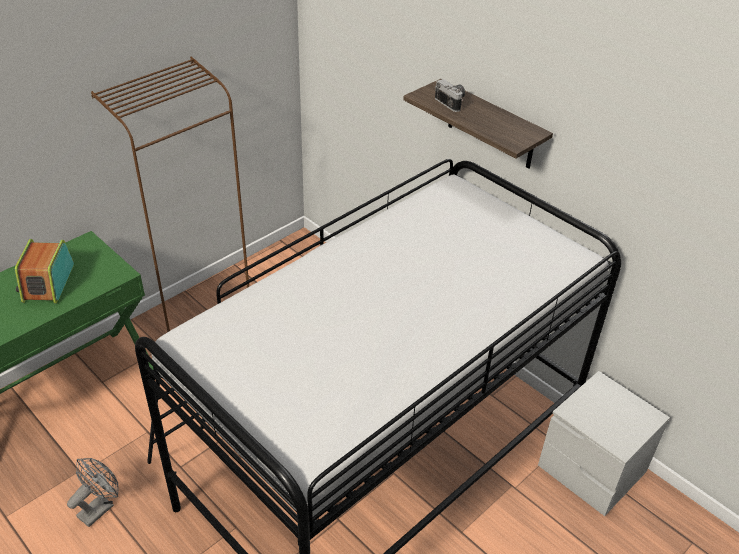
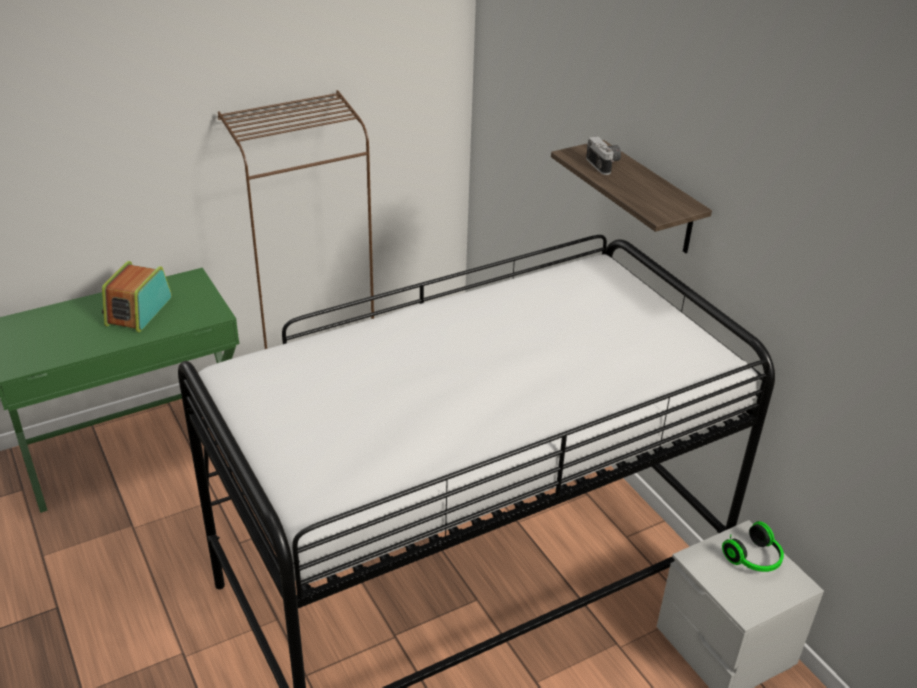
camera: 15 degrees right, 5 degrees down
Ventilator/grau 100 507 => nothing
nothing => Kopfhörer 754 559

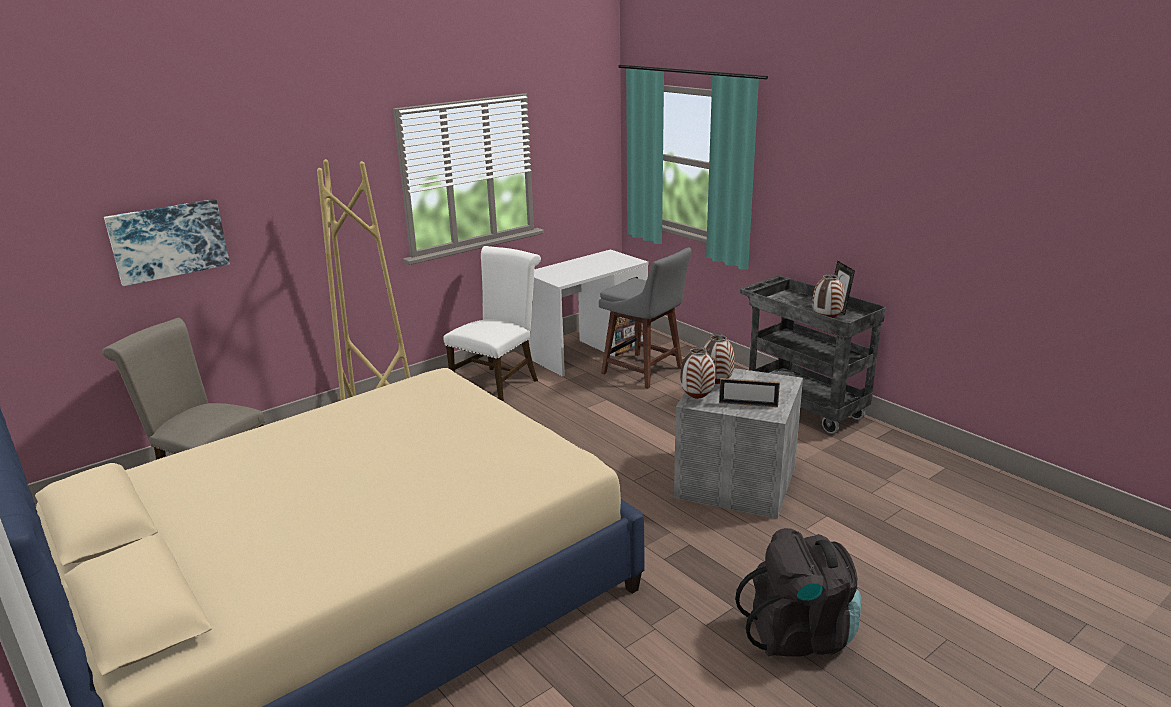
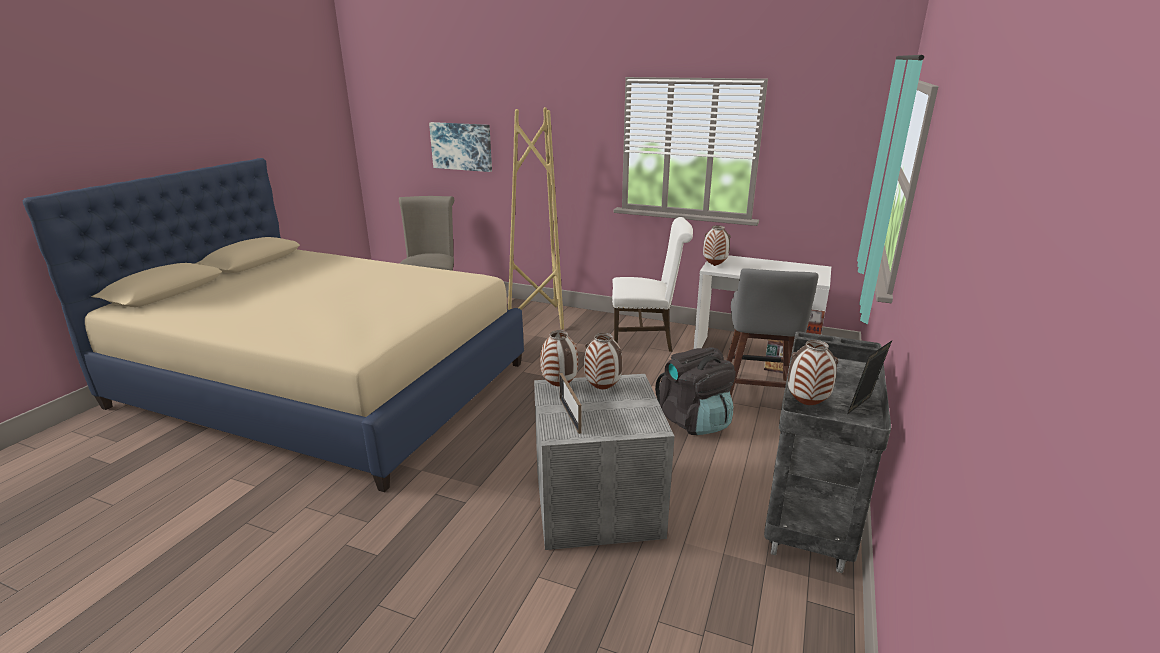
camera: 60 degrees right, 0 degrees up
Rucksack/schwarz 800 634 => Rucksack/schwarz 694 421, shifted
nothing => Vase 714 266

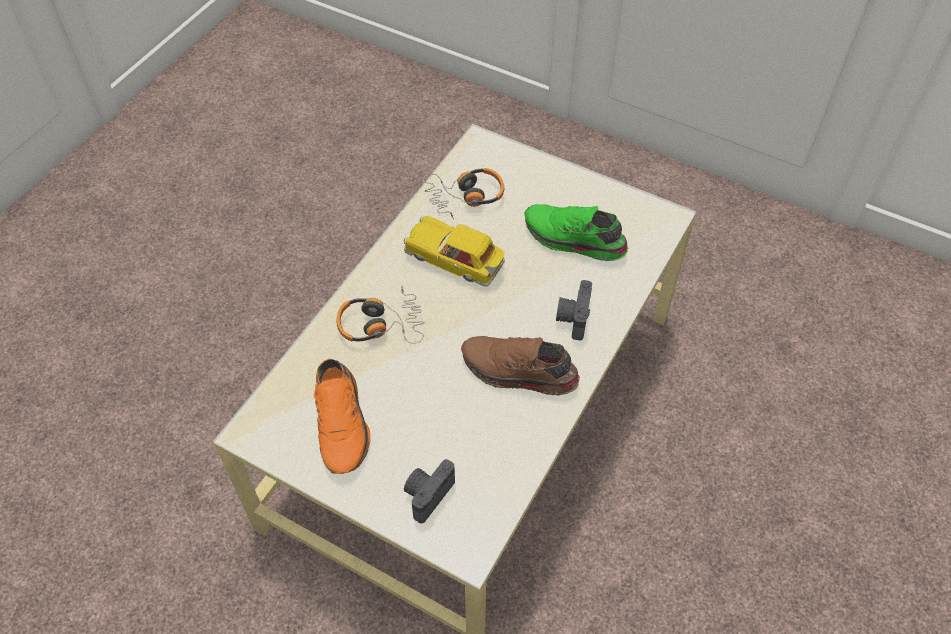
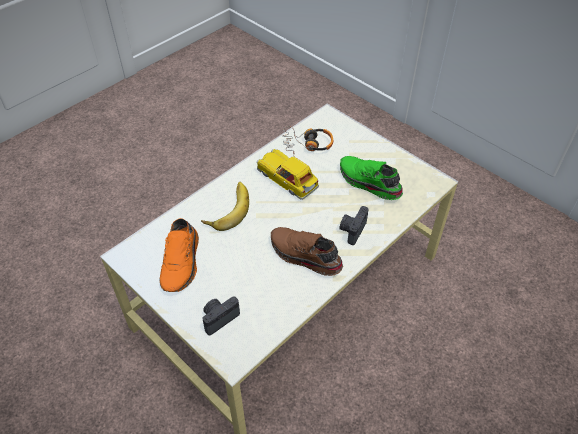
camera: 15 degrees right, 5 degrees down
Kopfhörer 381 324 => Banane 227 209

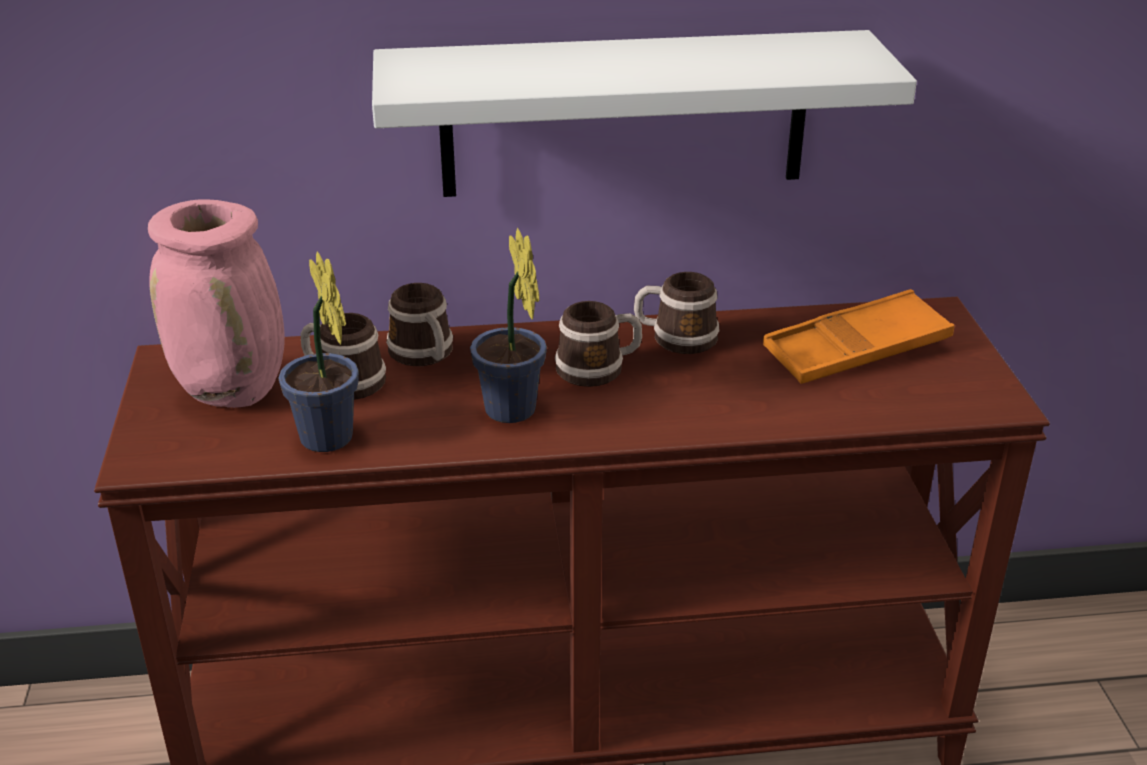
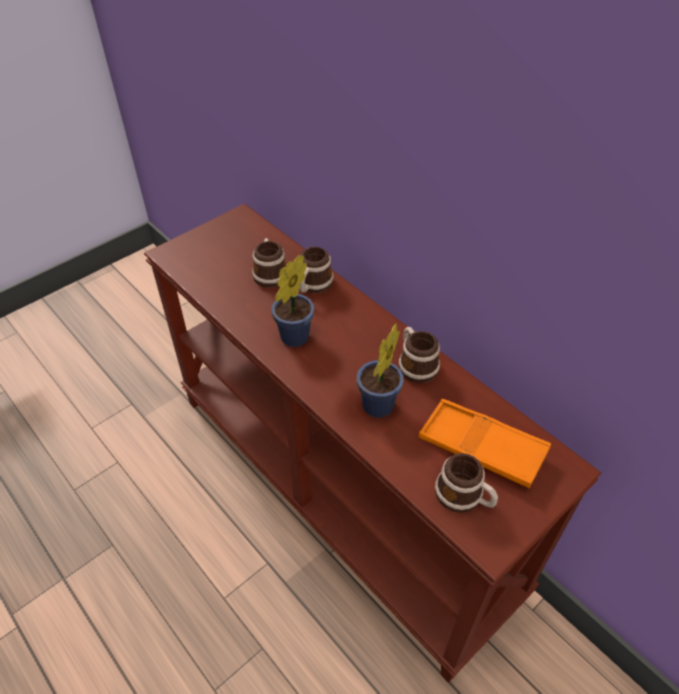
camera: 55 degrees right, 15 degrees up
Wandregal/weiß 624 114 => nothing
Vase/rosa 235 392 => nothing
Topfpflanze 329 442 => Topfpflanze 376 409, shifted
Henkelbecher 599 368 => Henkelbecher 464 497, shifted

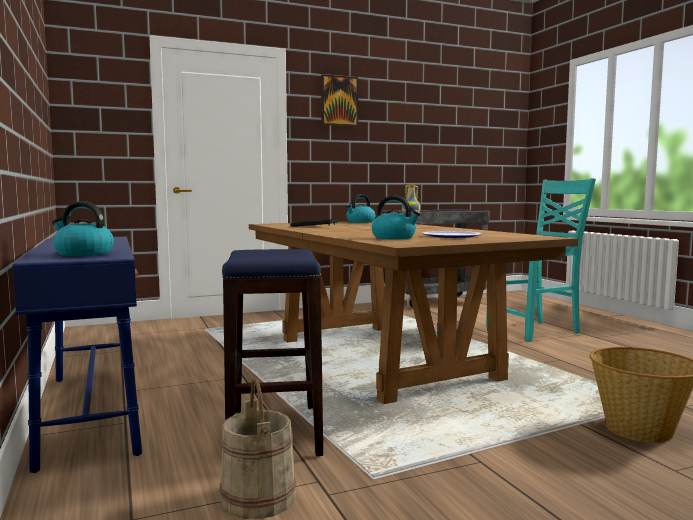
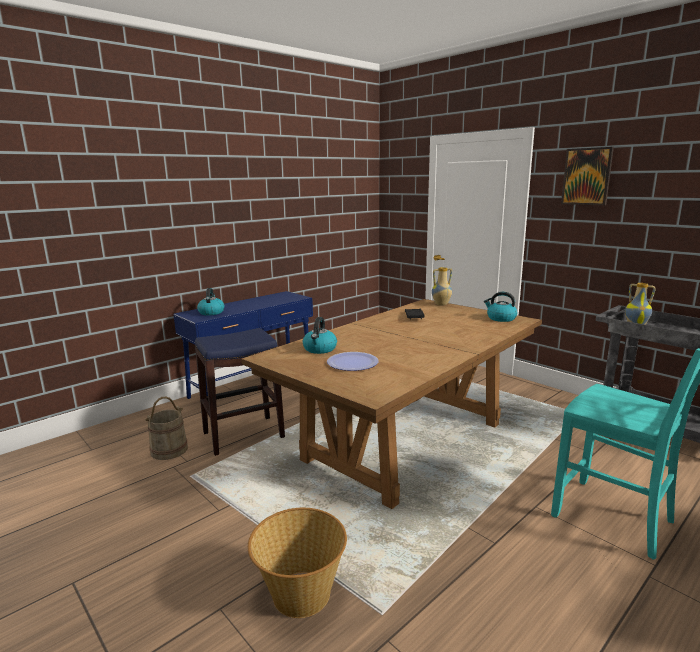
camera: 70 degrees right, 10 degrees up
nothing => Vase 441 304

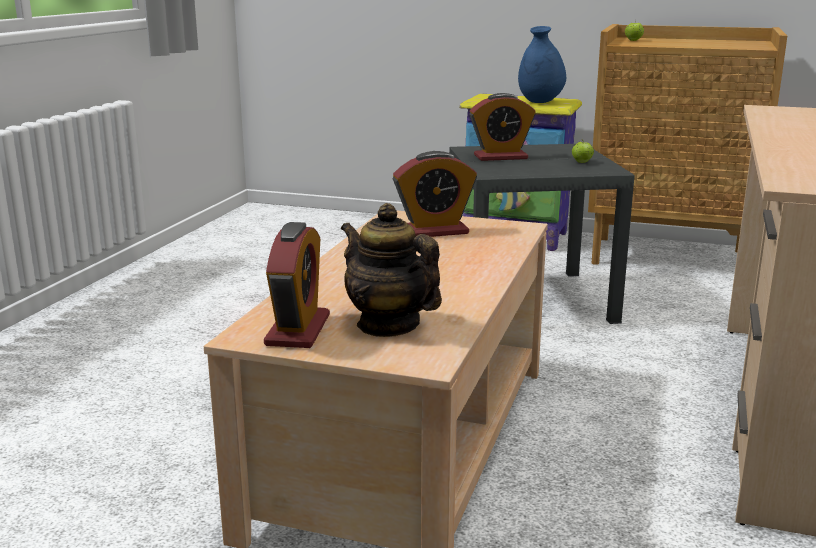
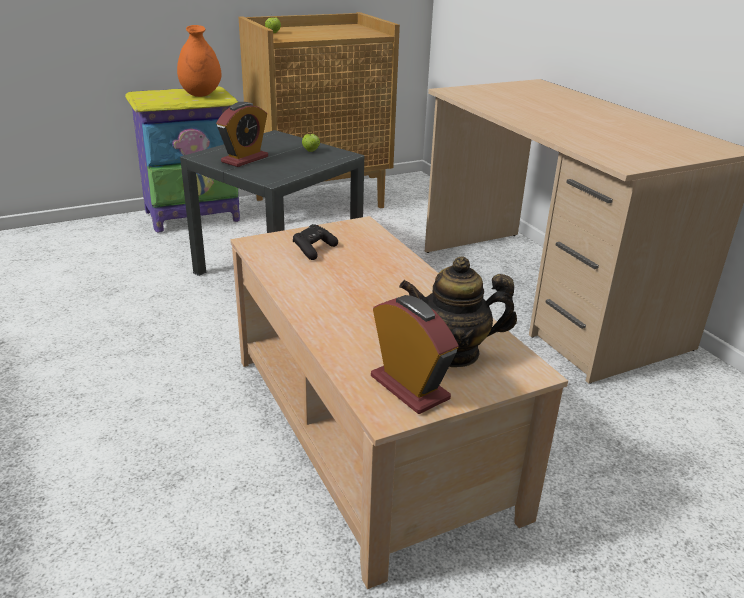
camera: 45 degrees left, 10 degrees up
Vase/blau 540 102 => Vase/orange 201 95
Wecker 434 231 => Gamepad/schwarz 314 250

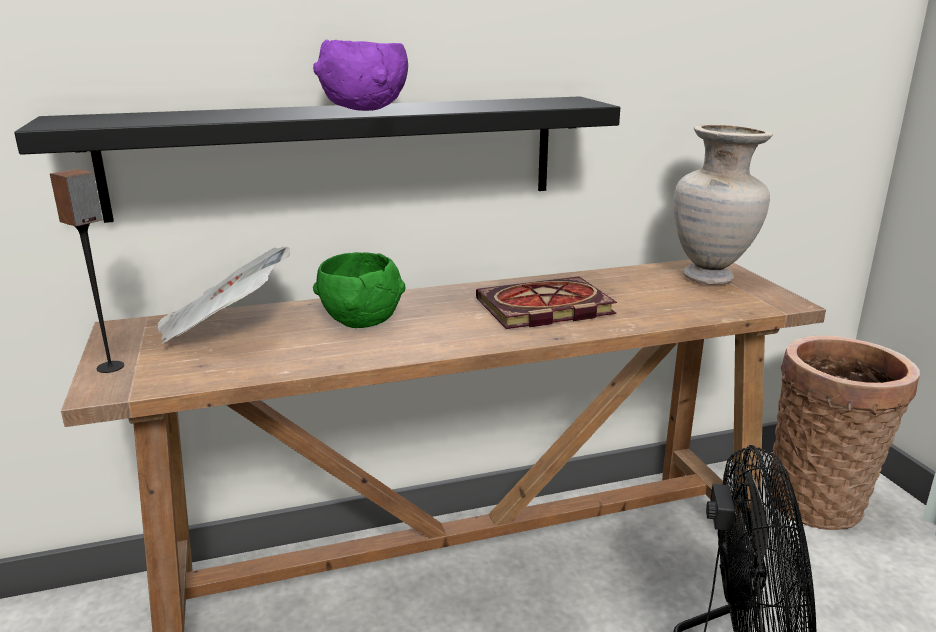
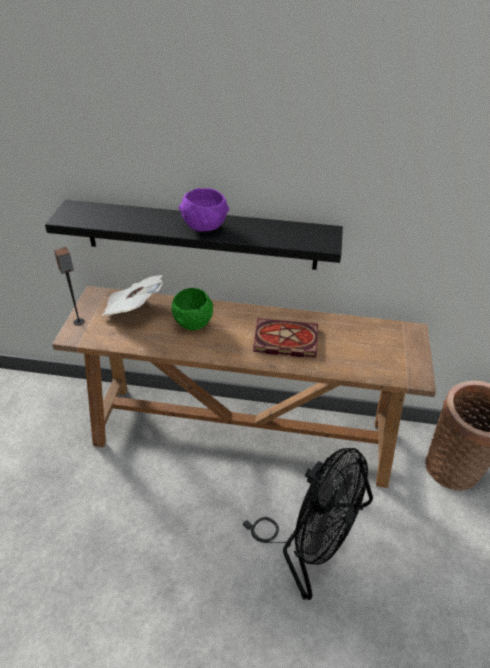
camera: 25 degrees right, 20 degrees up
Vase/beige 710 278 => nothing

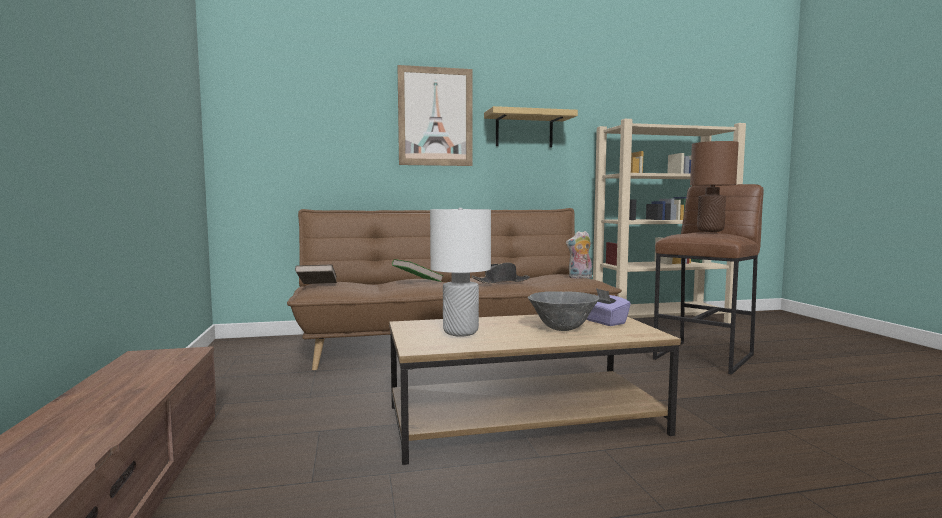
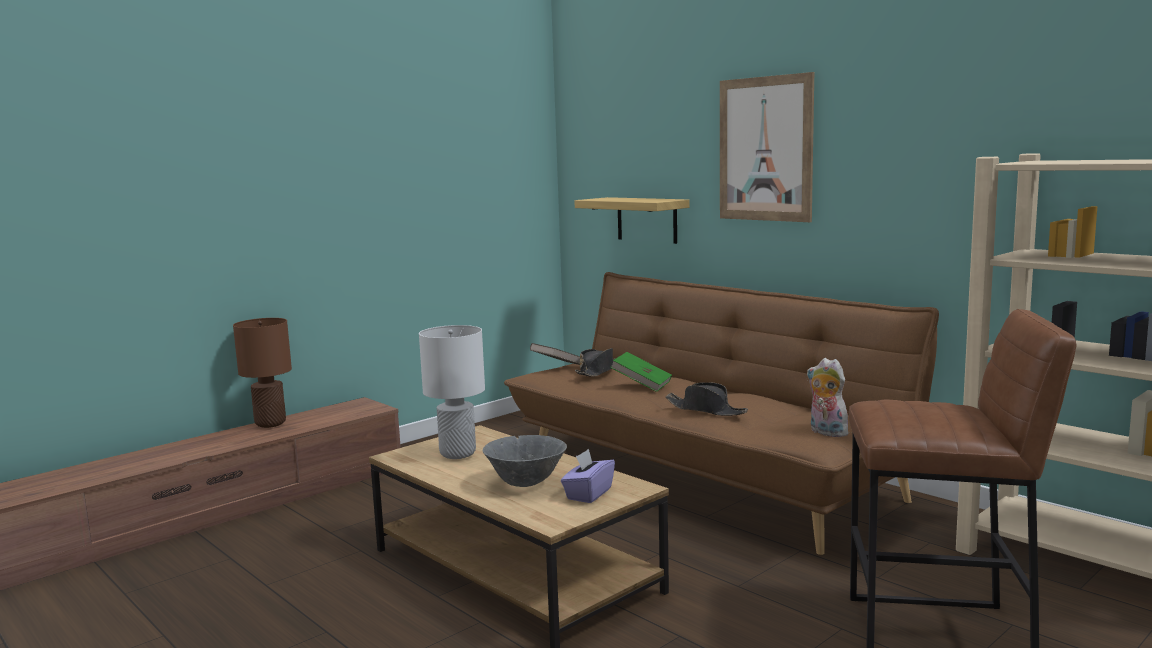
camera: 60 degrees right, 5 degrees up
Wandregal 524 130 => Wandregal 647 219, shifted
Tischlampe/braun 710 232 => Tischlampe/braun 270 425, shifted
nothing => Hut/schwarz 597 371

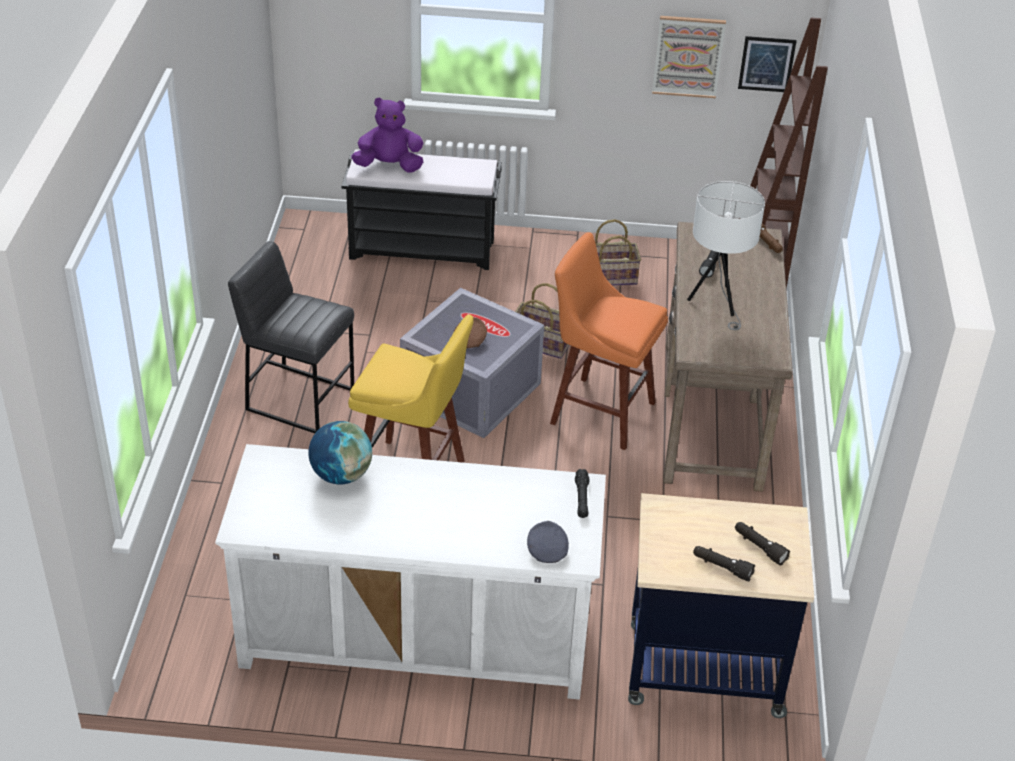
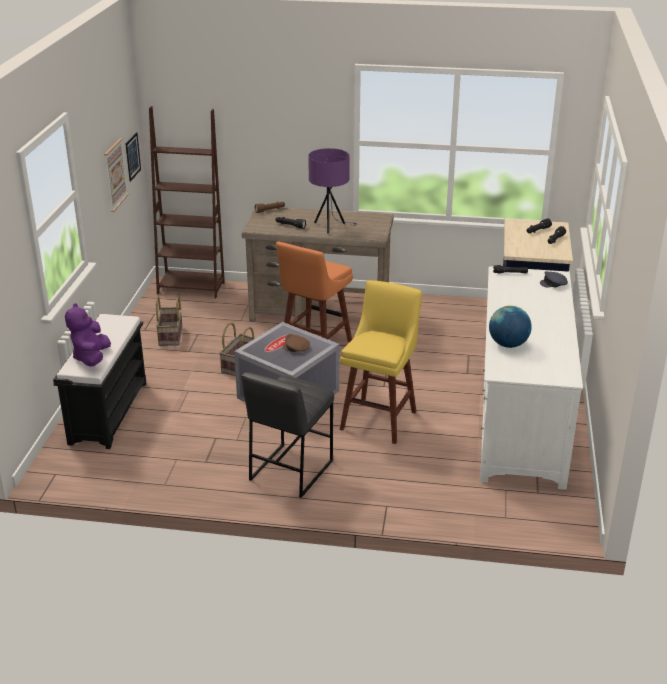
camera: 85 degrees left, 10 degrees down
Tischlampe/weiß 717 303 => Tischlampe/lila 331 227

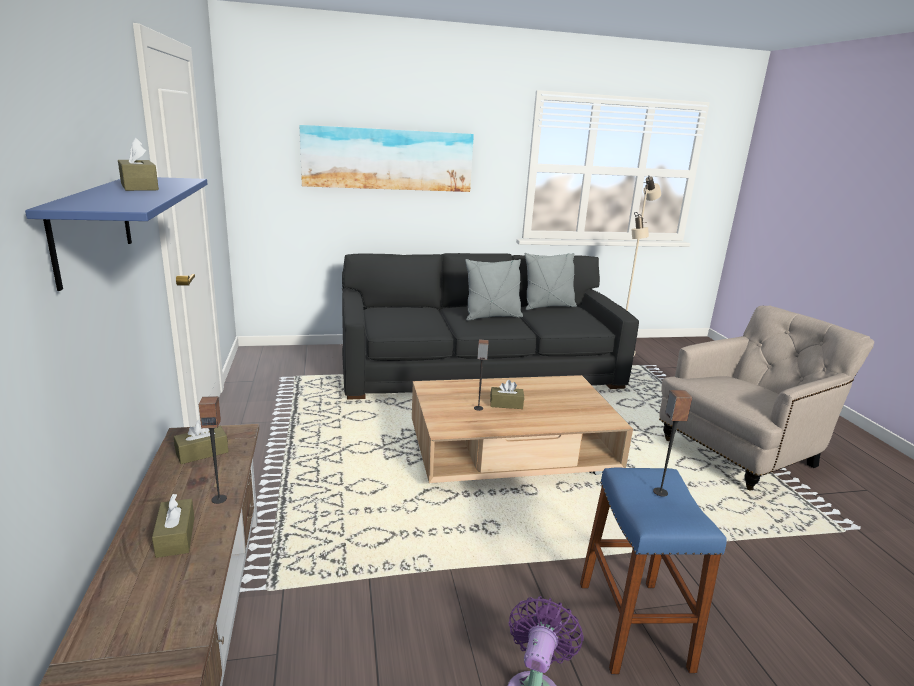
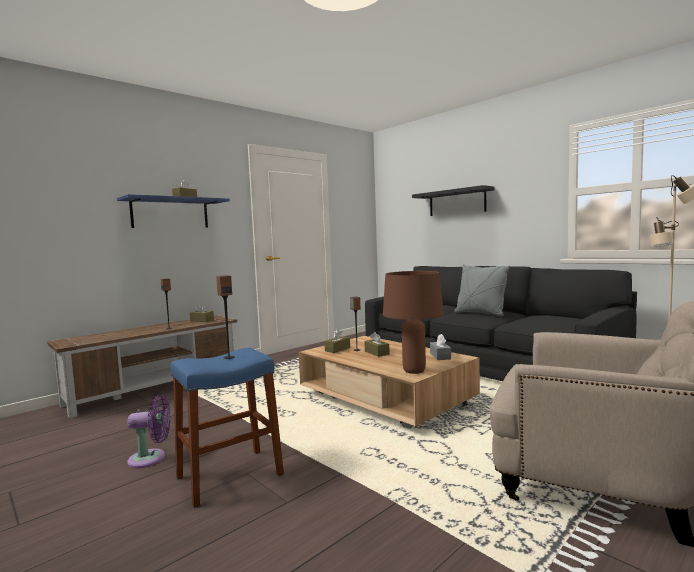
camera: 60 degrees right, 15 degrees down
Bild 388 159 => Wandregal/schwarz 457 202
Kissen/grau 548 306 => nothing
Taschentuchbox/braun 175 537 => Taschentuchbox/braun 337 349, shifted
nothing => Tischlampe/braun 413 371
nothing => Taschentuchbox/grau 440 356

